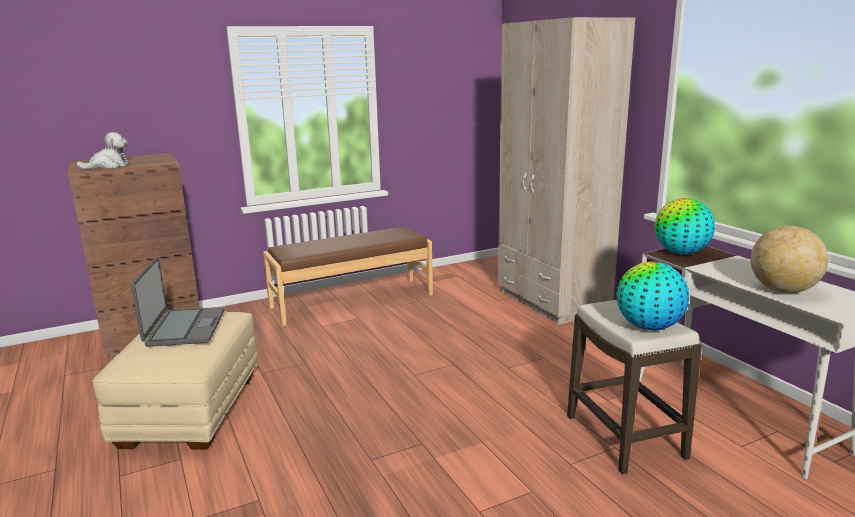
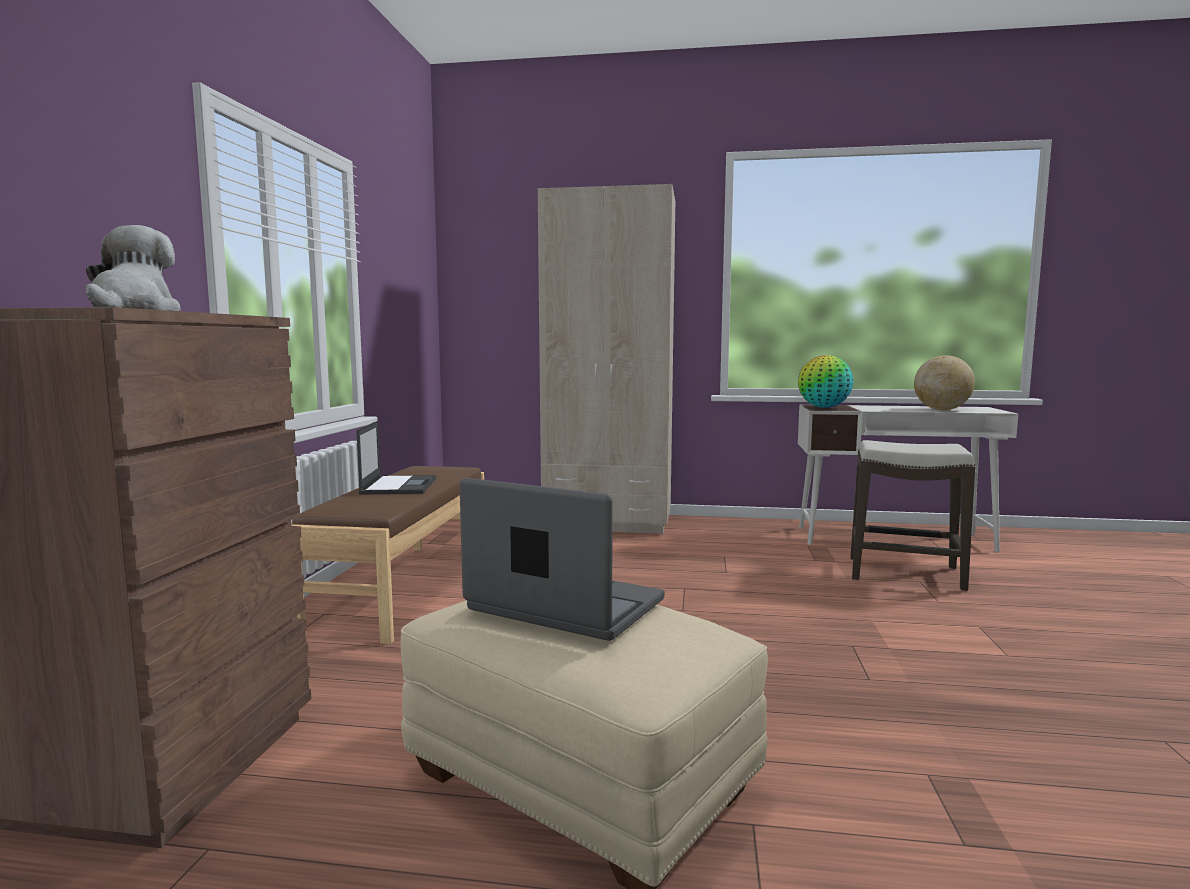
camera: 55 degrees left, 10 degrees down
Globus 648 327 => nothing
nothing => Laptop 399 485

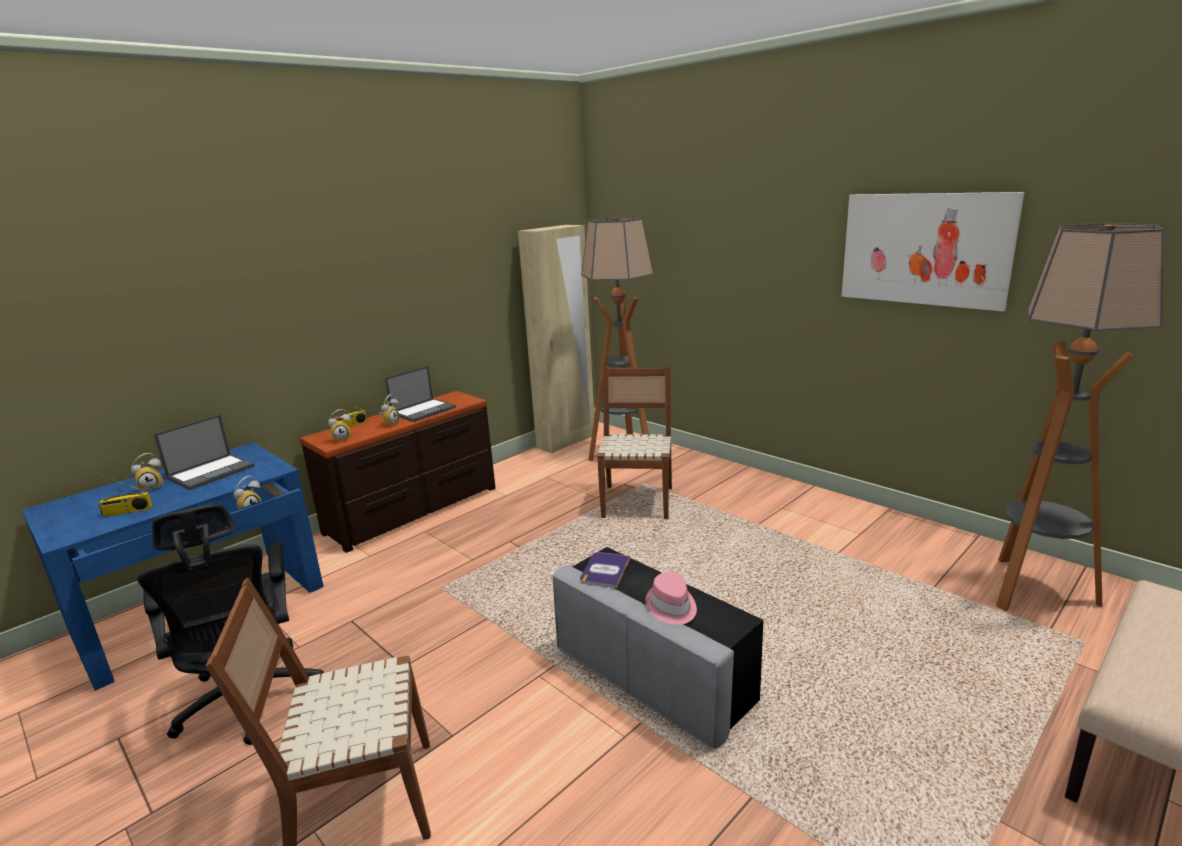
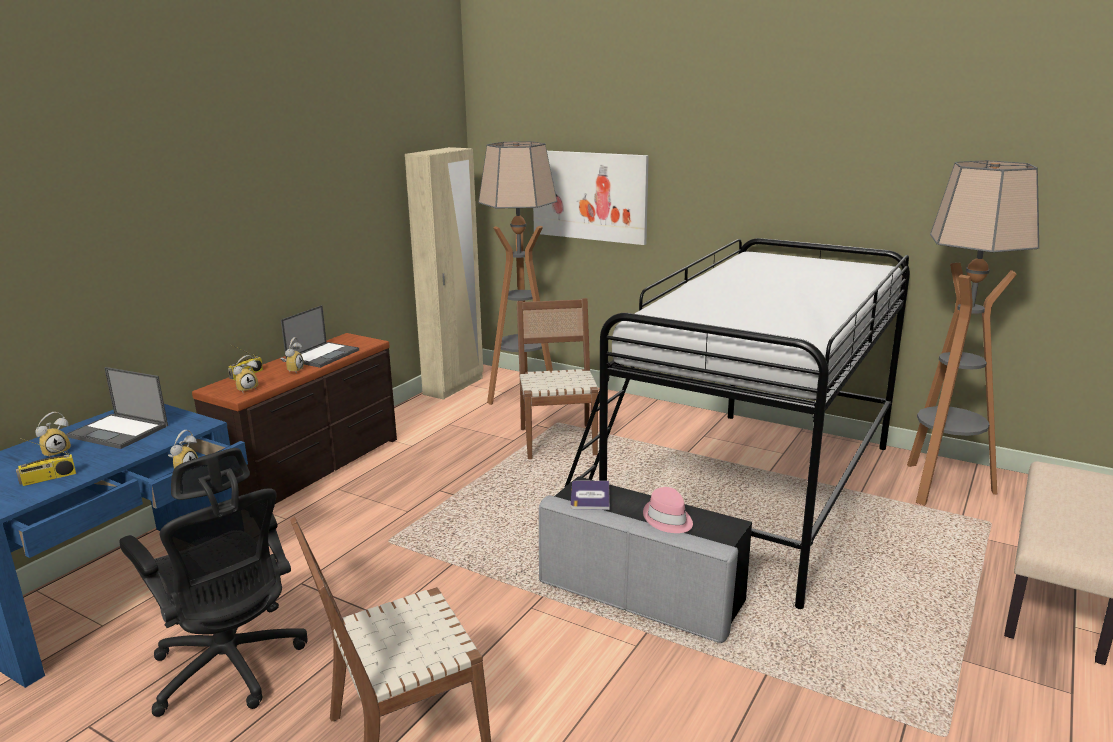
camera: 15 degrees left, 0 degrees up
Bild 924 249 => Bild 589 196, shifted
Laptop 212 472 => Laptop 119 431, 90 degrees clockwise
nothing => Bett/schwarz 752 494

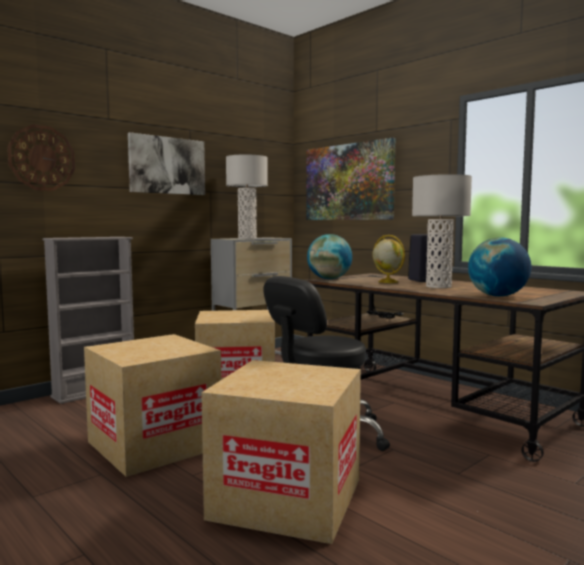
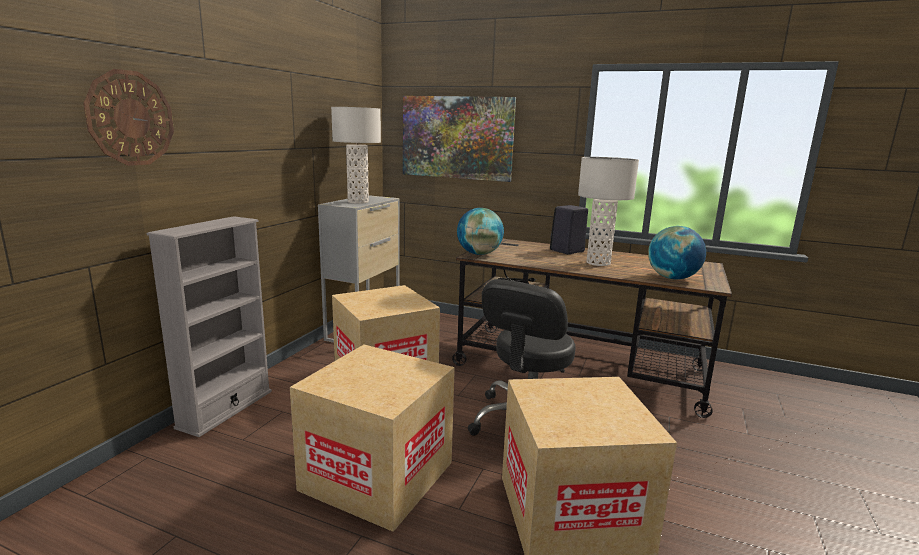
camera: 25 degrees left, 10 degrees up
Bild 167 165 => nothing
Globus 387 282 => nothing

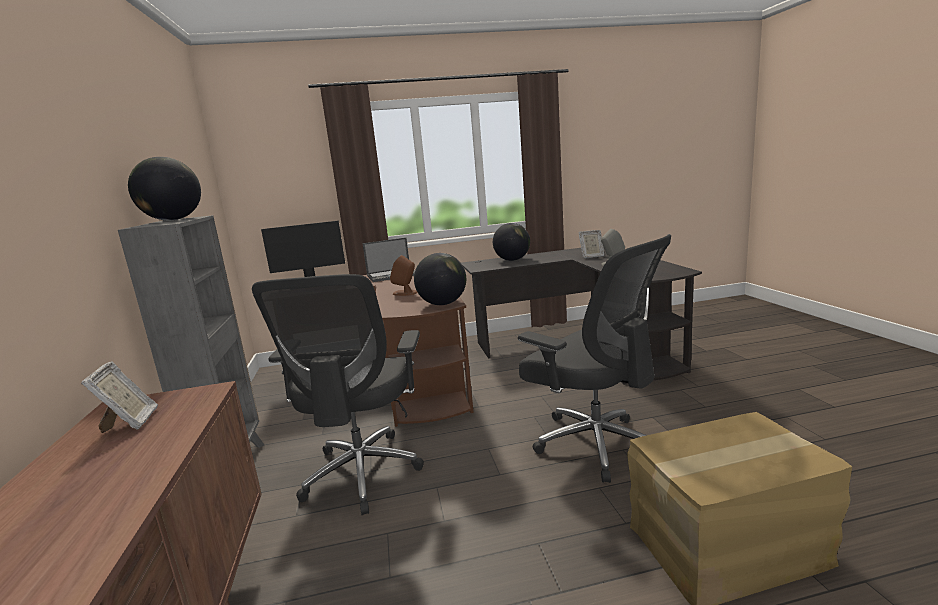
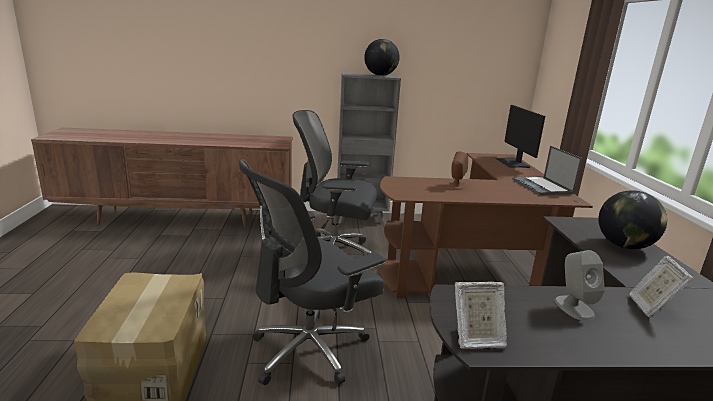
camera: 95 degrees right, 5 degrees up
Globus 442 304 => nothing
Bilderrahmen 130 423 => Bilderrahmen 476 339, shifted

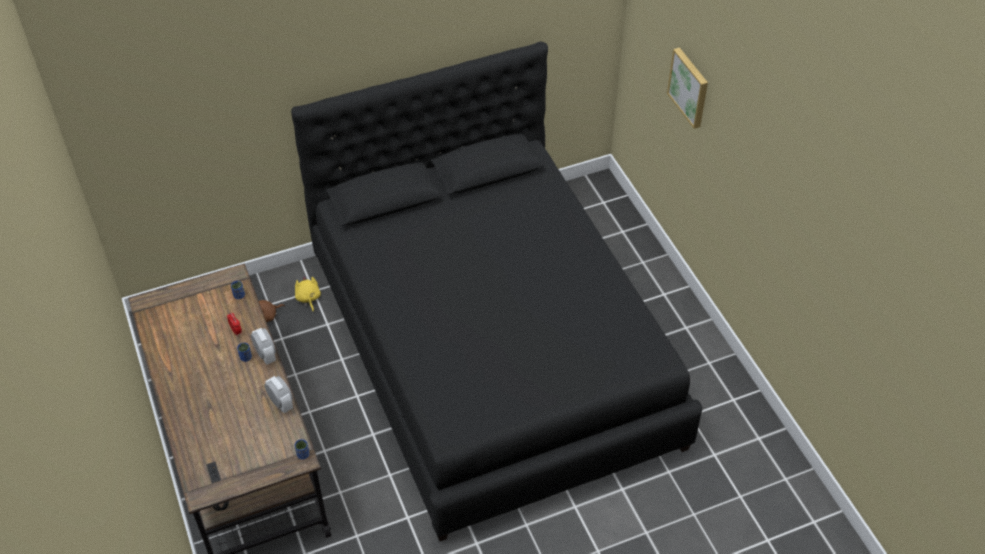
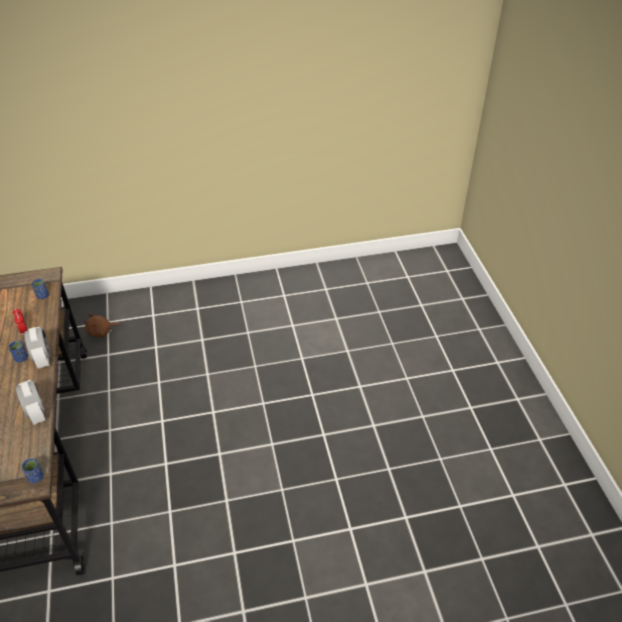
camera: 10 degrees right, 5 degrees down
Bett/schwarz 492 348 => nothing
Bild 689 87 => nothing
Plüschtier/gelb 308 298 => nothing

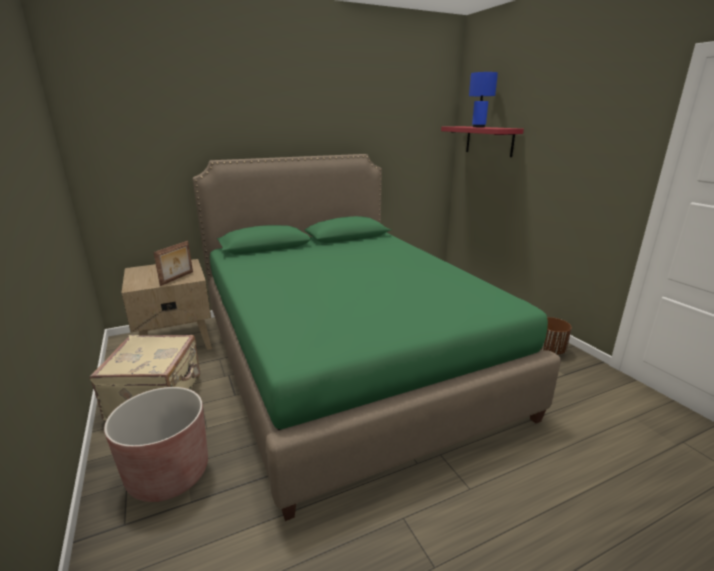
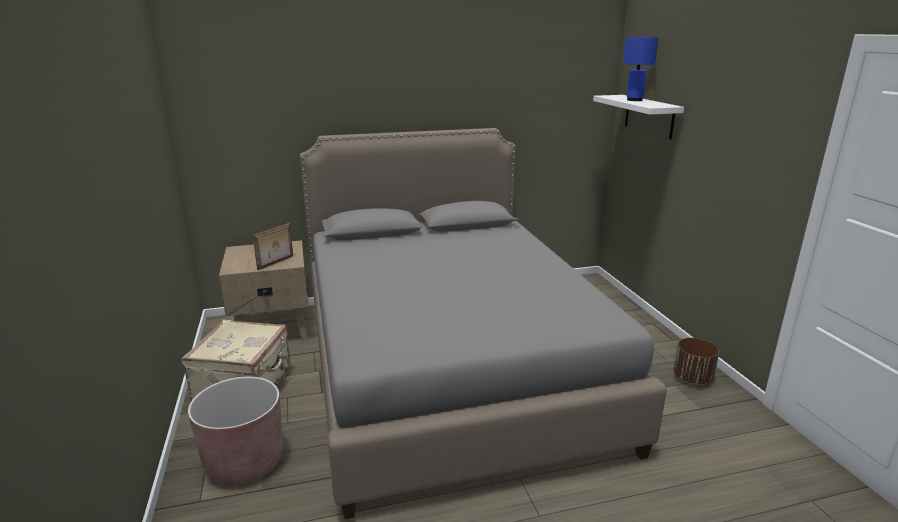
camera: 10 degrees right, 0 degrees up
Wandregal/rot 489 141 => Wandregal/weiß 649 116
Bett/grün 346 361 => Bett/grau 448 367

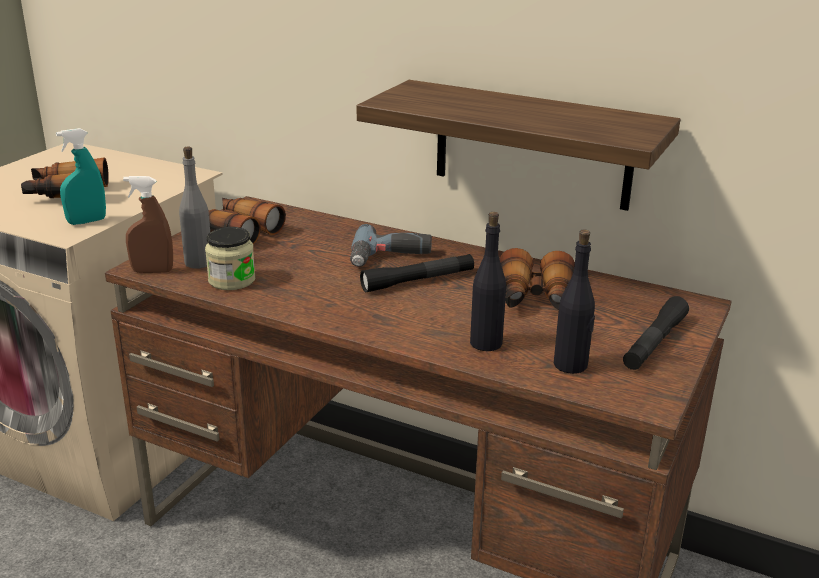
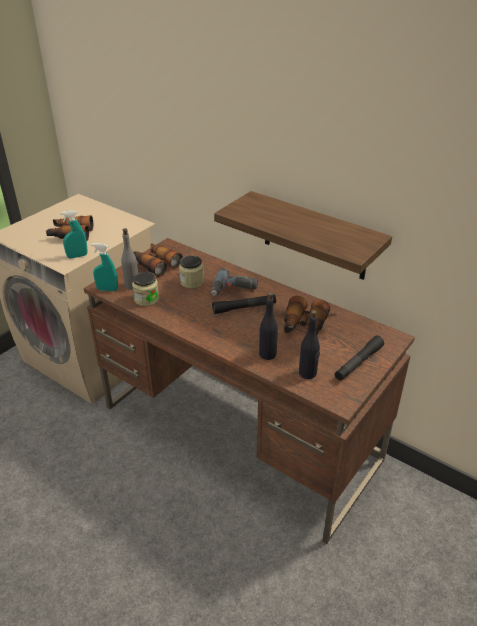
camera: 10 degrees right, 10 degrees up
Sprühflasche/braun 152 271 => Sprühflasche/türkis 107 289
nothing => Vorratsglas 191 282

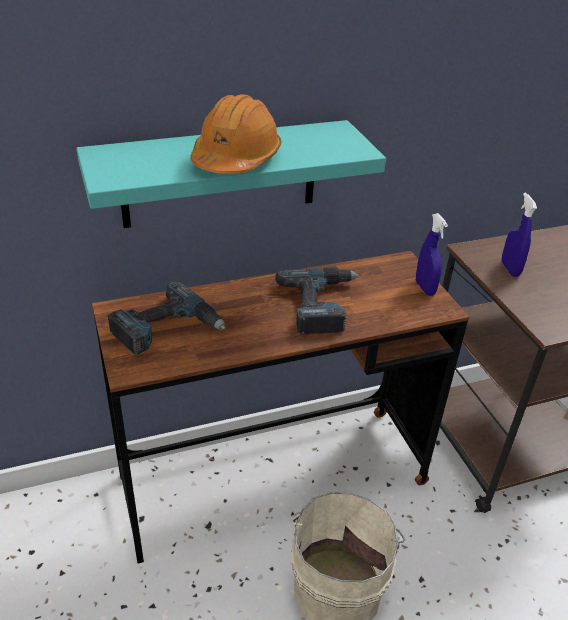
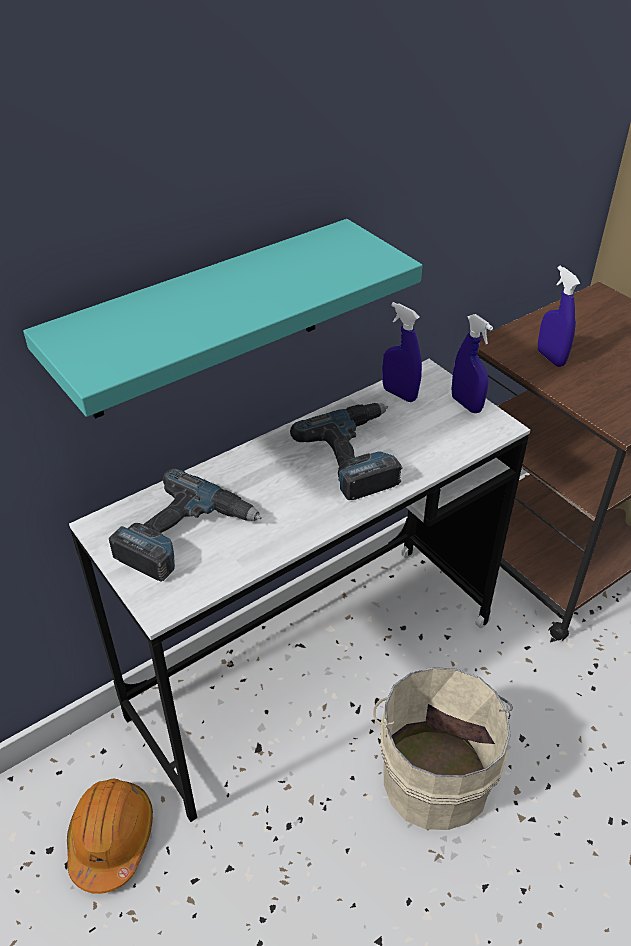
camera: 15 degrees left, 5 degrees up
Schutzhelm/orange 236 159 => Schutzhelm/orange 111 838, shifted
Schreibtisch/braun 273 479 => Schreibtisch/weiß 314 668
nothing => Sprühflasche/blau 399 394

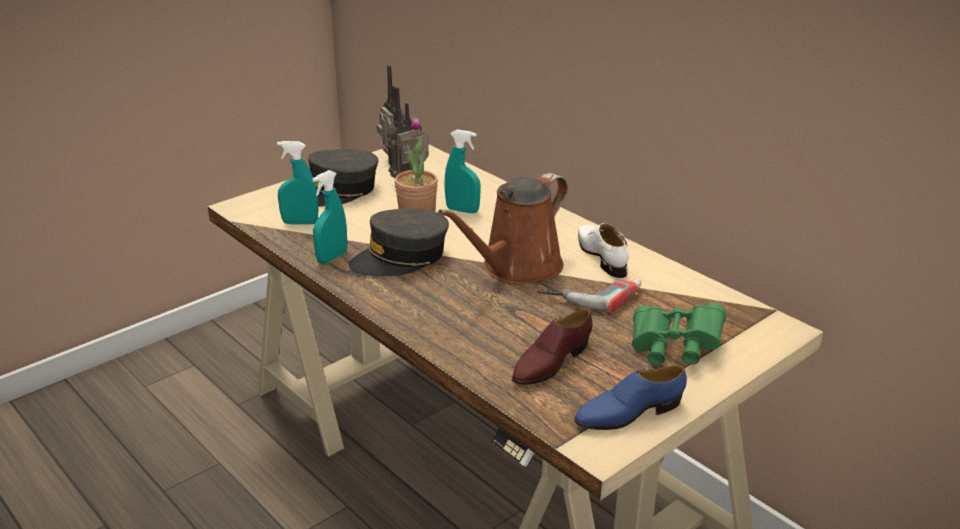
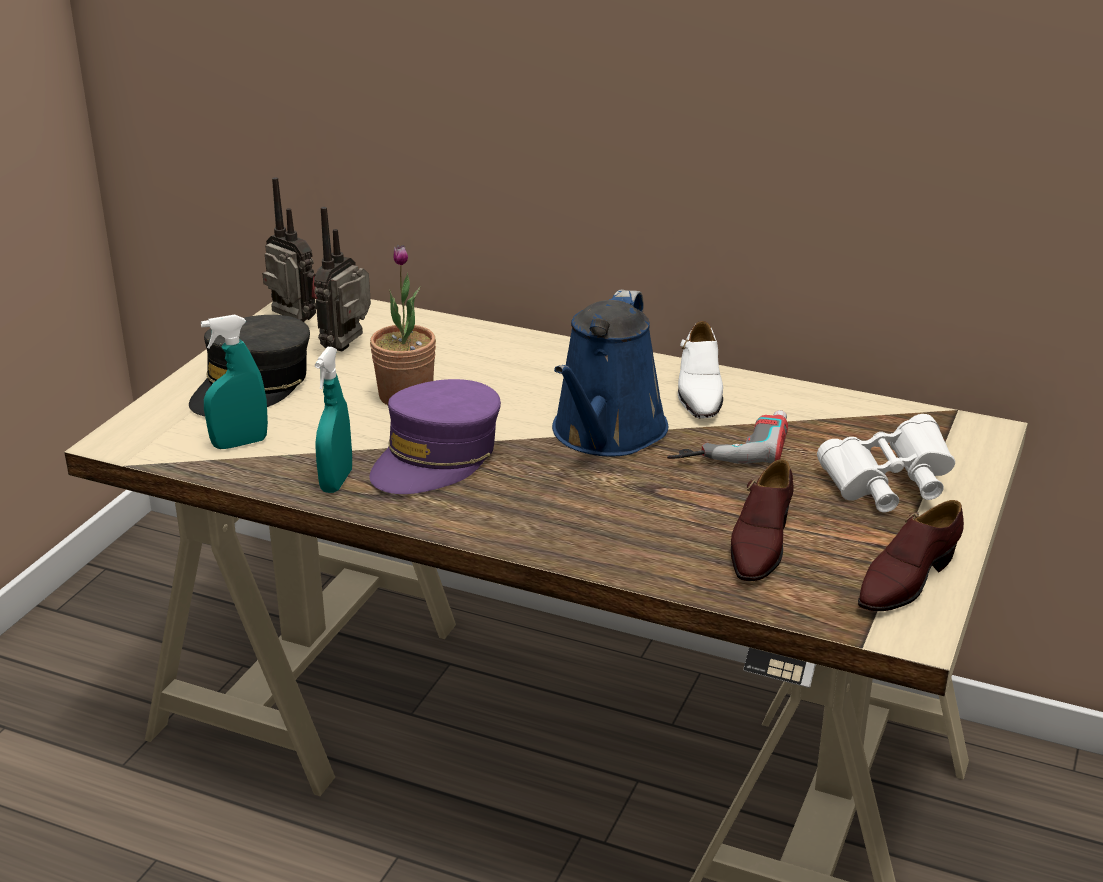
camera: 25 degrees left, 0 degrees up
Sprühflasche/türkis 462 210 => nothing
Gießkanne/braun 516 268 => Gießkanne/blau 606 434
Kappe/grau 401 258 => Kappe/lila 436 458
Schuh/weiß 602 256 => Schuh/weiß 699 392, 135 degrees counterclockwise
Fernglas/grün 674 348 => Fernglas/weiß 887 487
Schuh/blau 628 413 => Schuh/braun 905 579

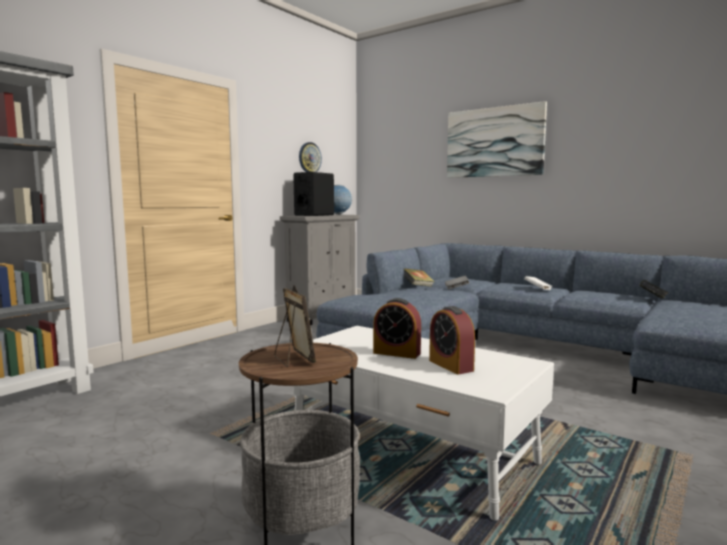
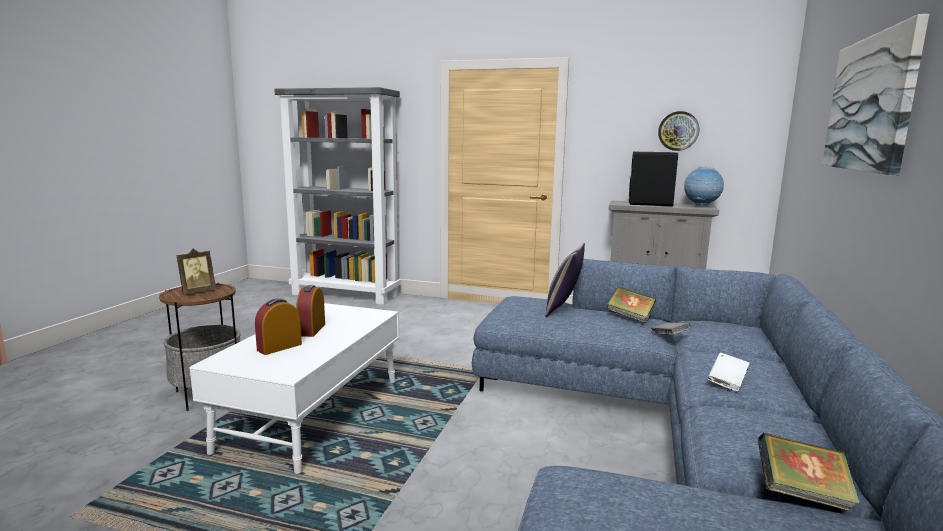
camera: 70 degrees right, 5 degrees up
nothing => Kissen 563 309

